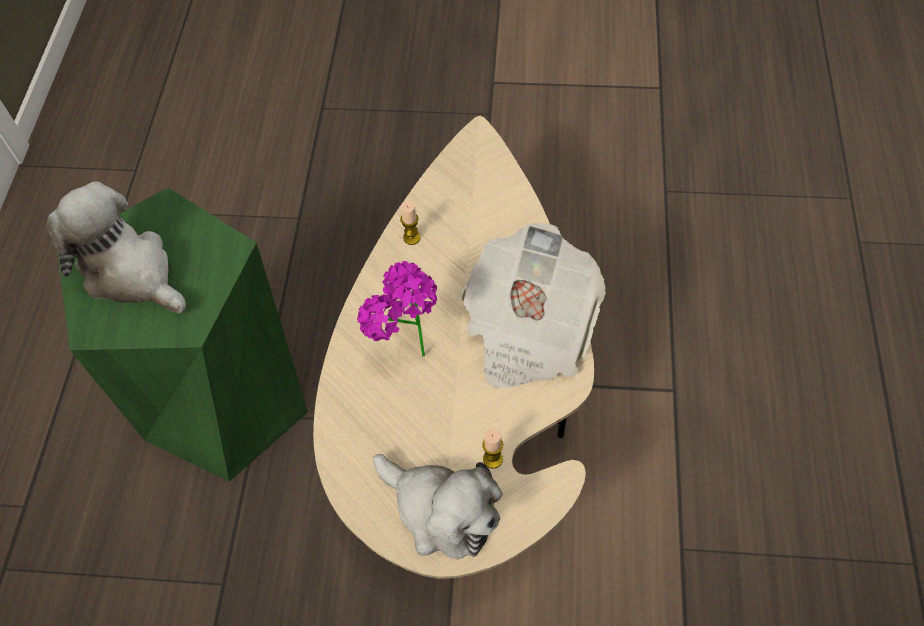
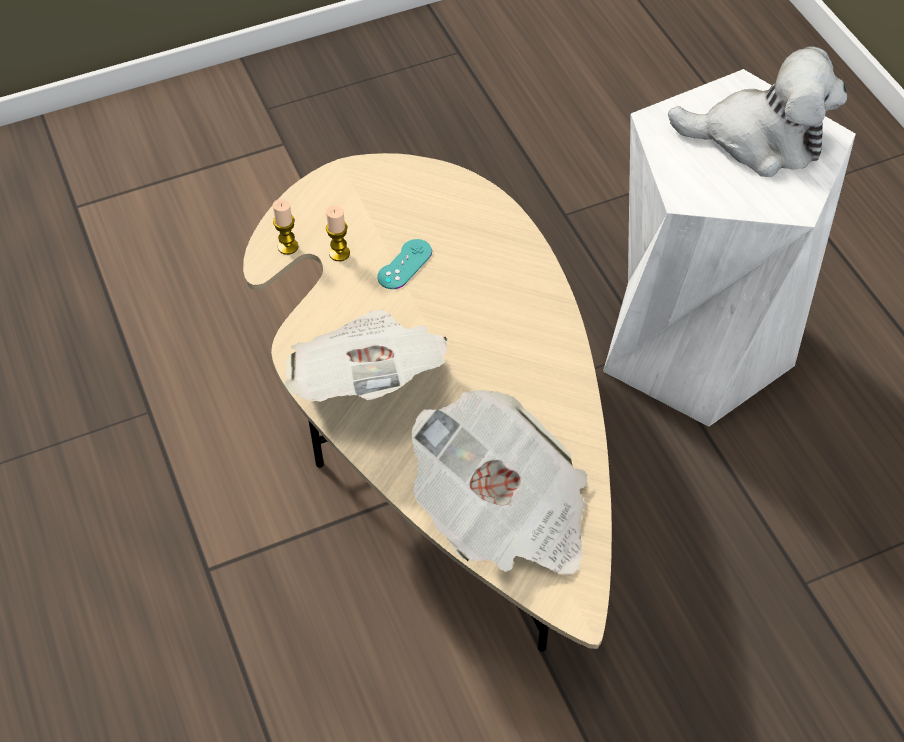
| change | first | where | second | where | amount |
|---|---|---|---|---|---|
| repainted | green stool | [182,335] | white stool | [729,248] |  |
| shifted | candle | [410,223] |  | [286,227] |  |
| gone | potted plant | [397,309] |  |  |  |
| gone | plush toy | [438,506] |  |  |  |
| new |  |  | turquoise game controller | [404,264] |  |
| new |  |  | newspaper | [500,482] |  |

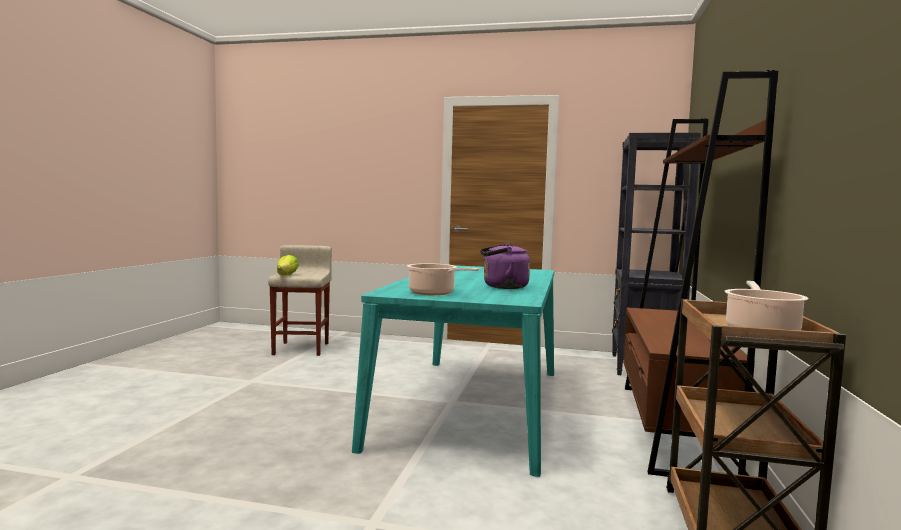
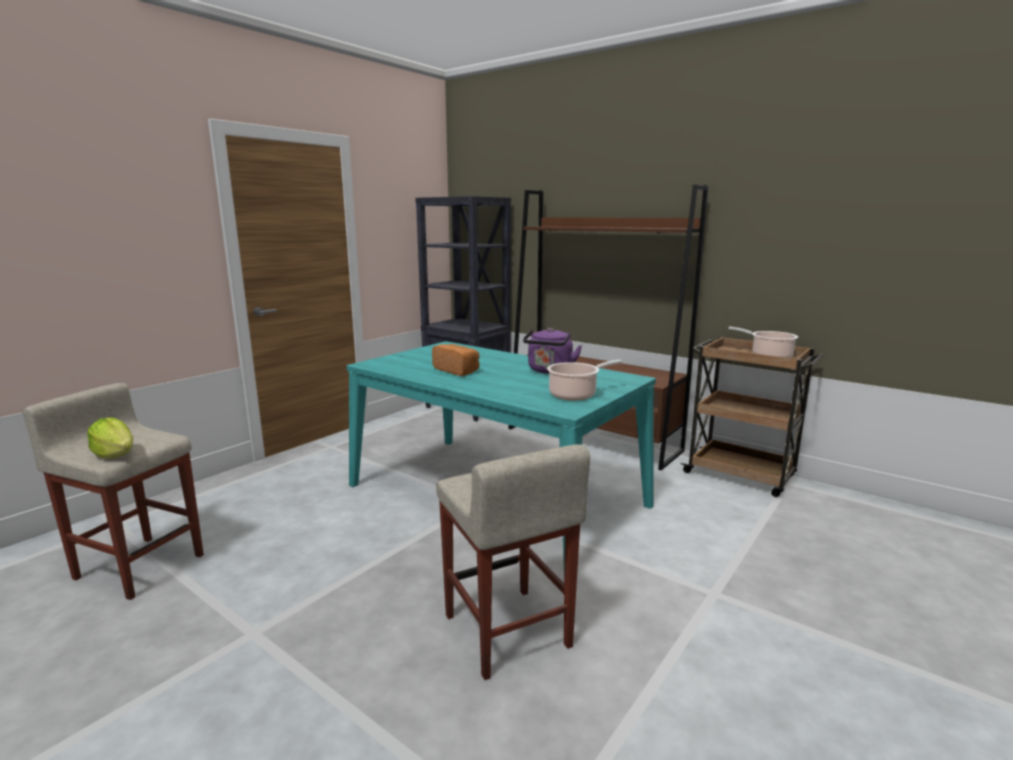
| change | first | where | second | where | amount |
|---|---|---|---|---|---|
| new |  |  | bread | [456,360] |  |
| new |  |  | beige stool | [513,562] |  |

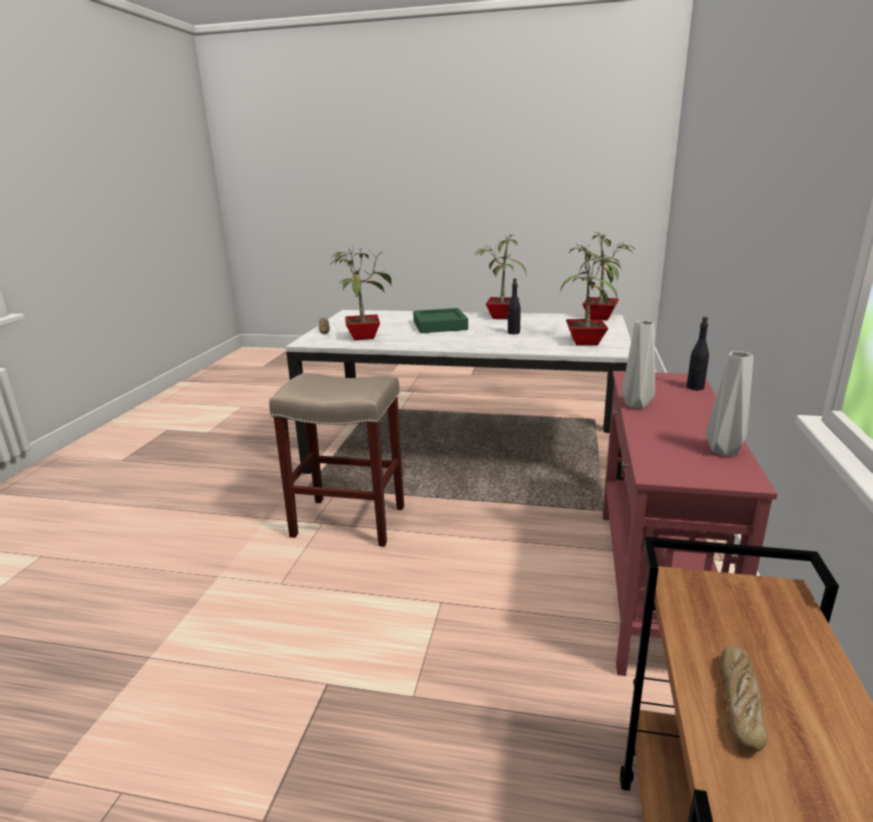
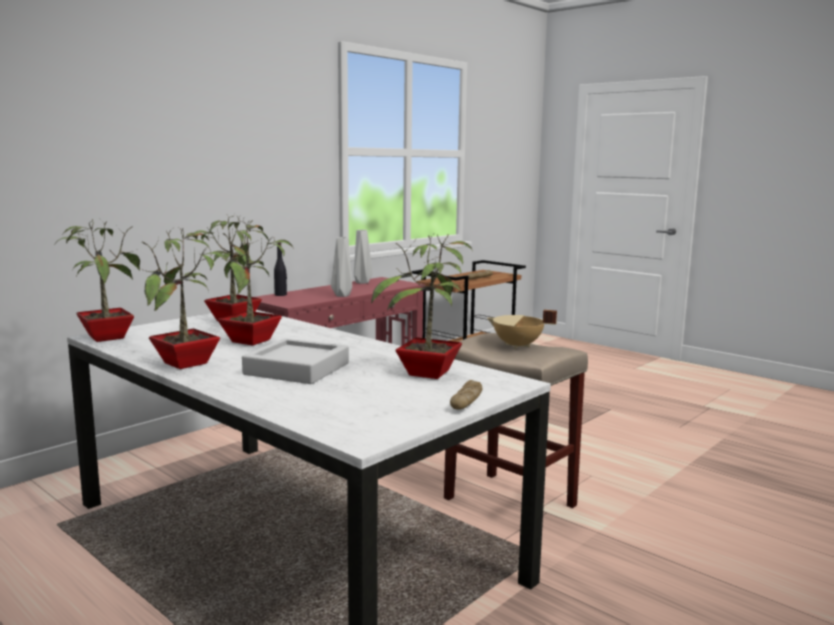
| change | first | where | second | where | amount |
|---|---|---|---|---|---|
| swapped | black bottle | [514,306] | potted plant | [256,283] |  |
| repainted | green tray | [440,320] | grey tray | [295,361] |  |
| new |  |  | beige cooking pot | [522,329] |  |

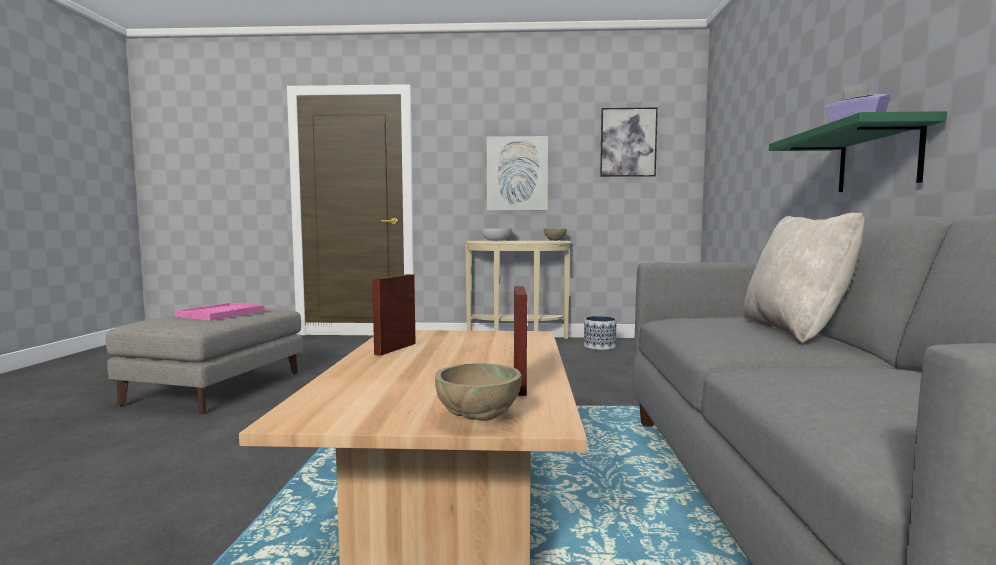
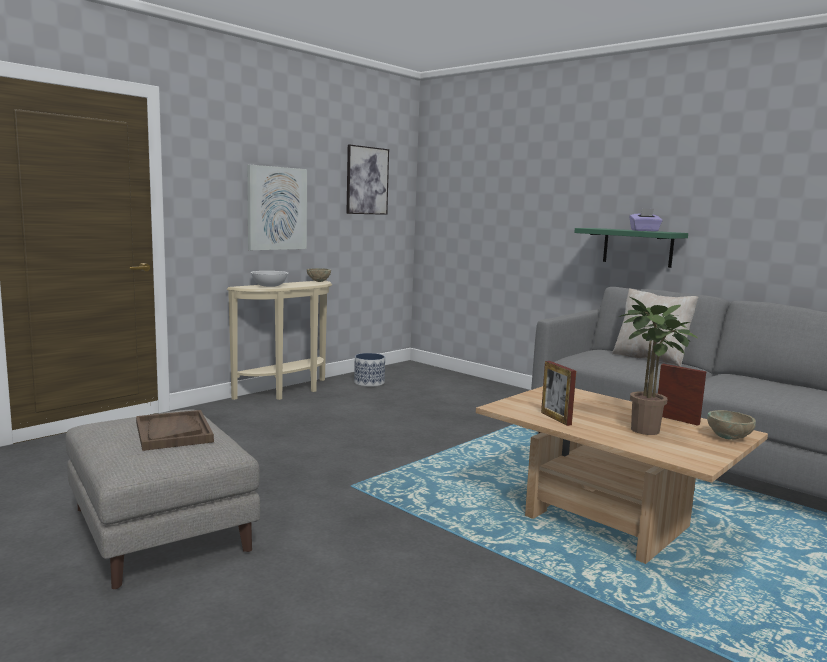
| change | first | where | second | where | amount |
|---|---|---|---|---|---|
| repainted | pink tray | [220,312] | brown tray | [175,430] |  |
| new |  |  | potted plant | [658,366] |  |

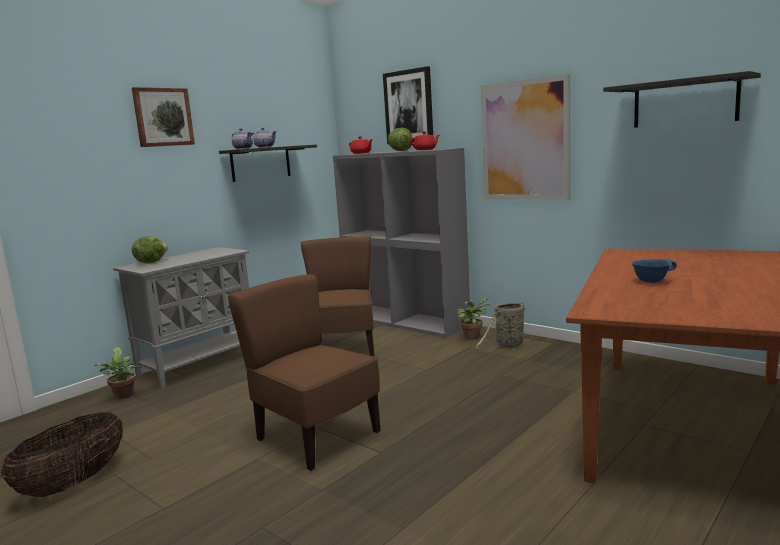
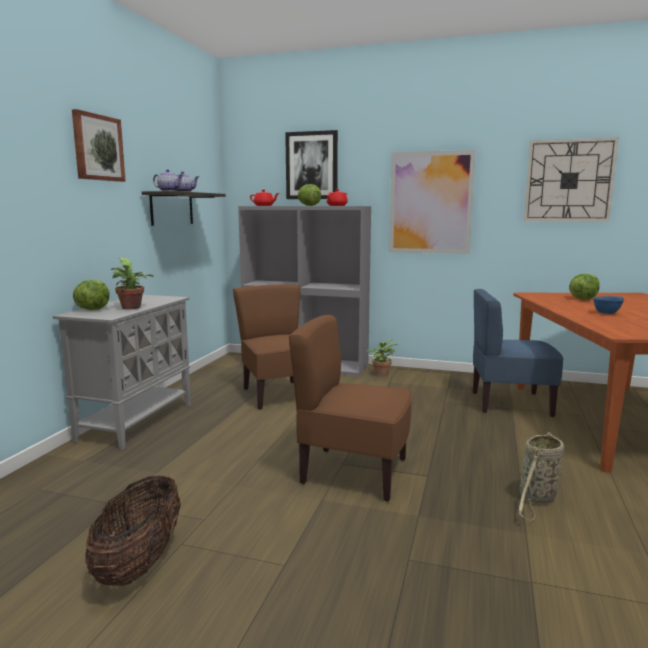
| change | first | where | second | where | amount |
|---|---|---|---|---|---|
| swapped | shelf | [682,99] | wall clock | [571,179] |  |
| shifted | basket | [504,327] |  | [541,476] |  |
| shifted | potted plant | [118,373] |  | [132,283] |  |
| new |  |  | lettuce | [584,286] |  |
| new |  |  | blue chair | [518,353] |  |

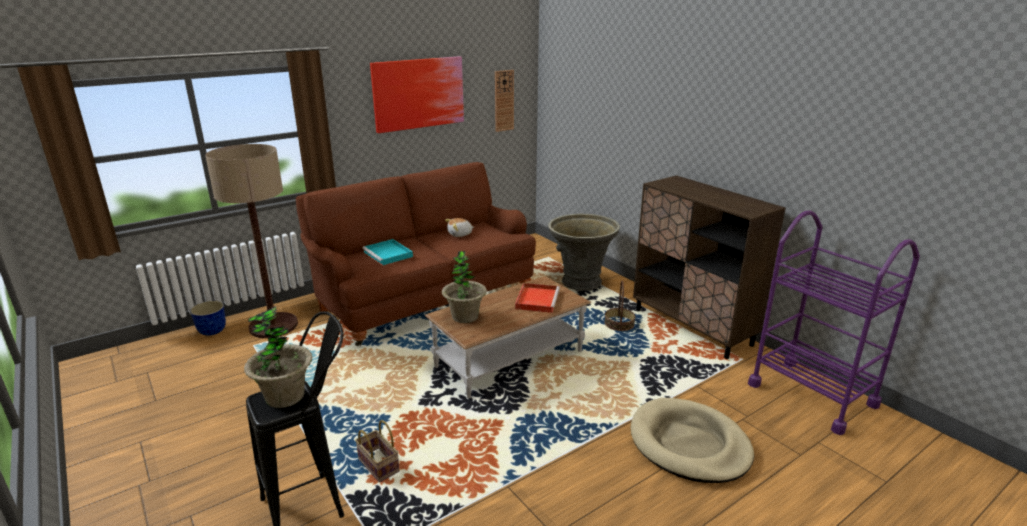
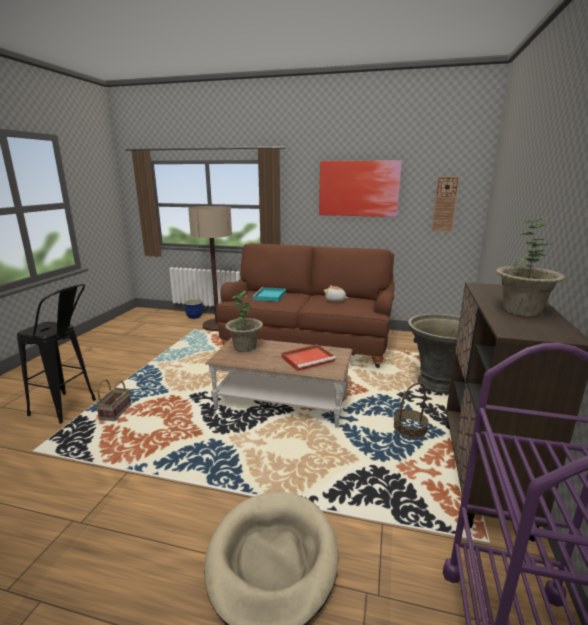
| change | first | where | second | where | amount |
|---|---|---|---|---|---|
| shifted | potted plant | [278,357] |  | [530,267] |  |

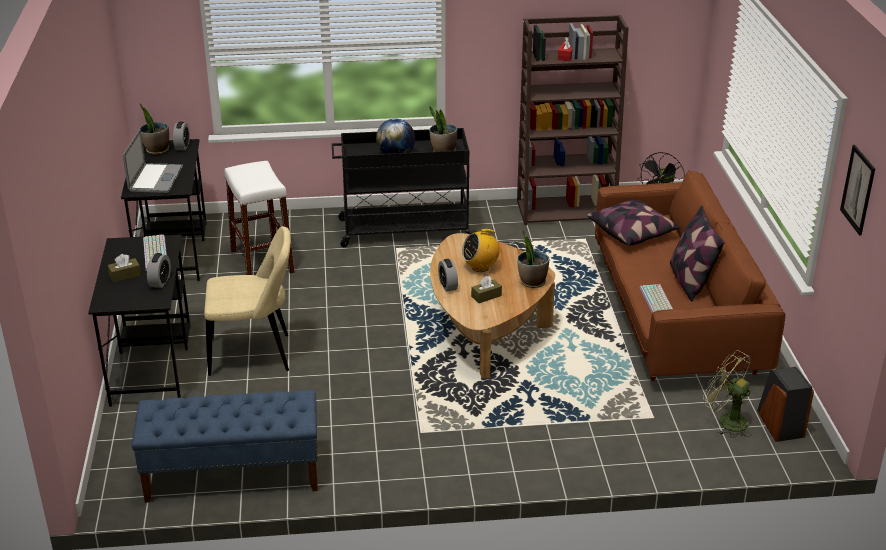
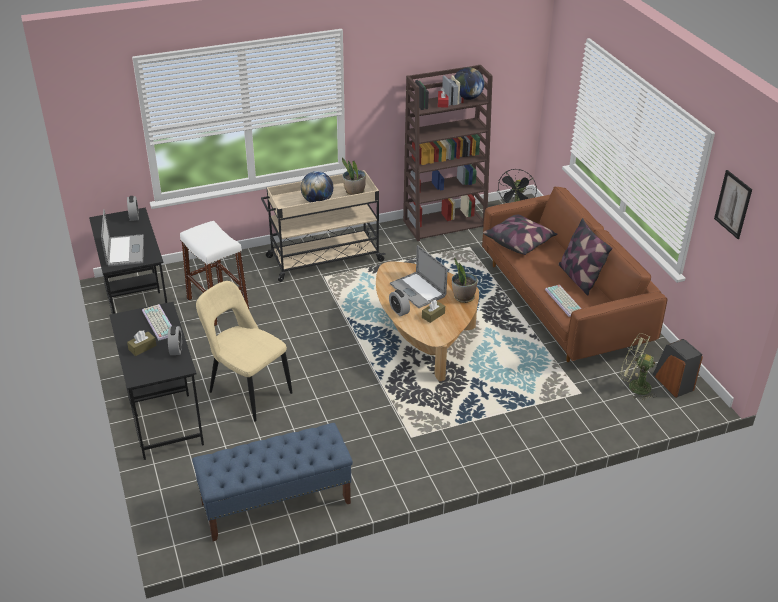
| change | first | where | second | where | amount |
|---|---|---|---|---|---|
| gone | potted plant | [154,129] |  |  |  |
| repainted | black cart | [404,187] | beige cart | [323,226] |  |
| rotated | beige chair | [247,301] |  | [244,351] | 120 degrees counterclockwise |
| swapped | radio | [481,250] | laptop | [419,276] |  |
| new |  |  | globe | [469,83] |  |

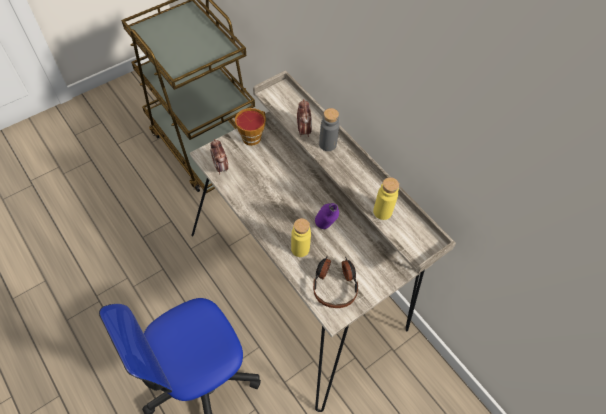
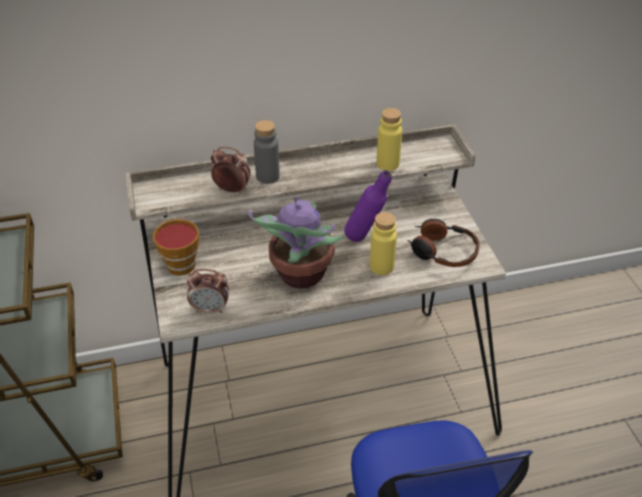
| change | first | where | second | where | amount |
|---|---|---|---|---|---|
| new |  |  | potted plant | [296,243] |  |

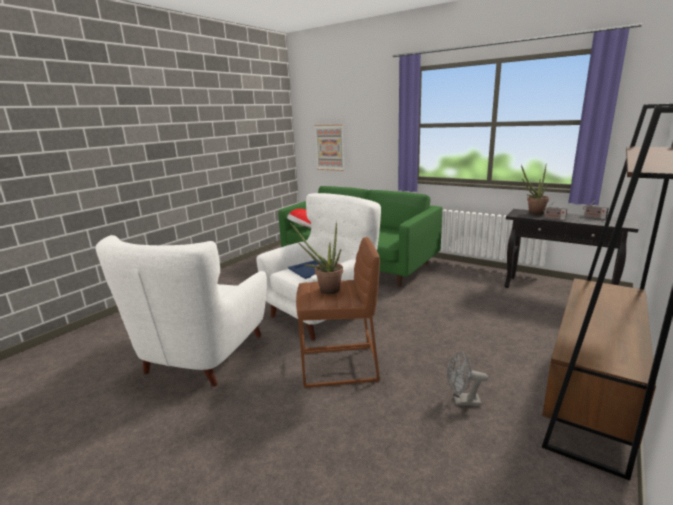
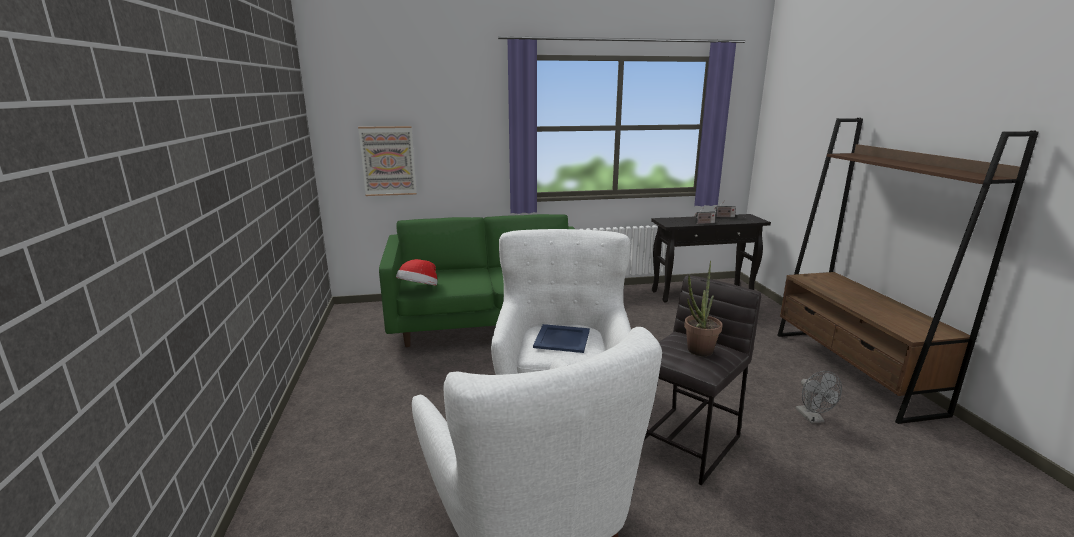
| change | first | where | second | where | amount |
|---|---|---|---|---|---|
| gone | potted plant | [535,190] |  |  |  |
| repainted | brown stool | [338,312] | grey stool | [702,380] |  |
| rotated | grey fan | [467,378] |  | [819,397] | 60 degrees counterclockwise |

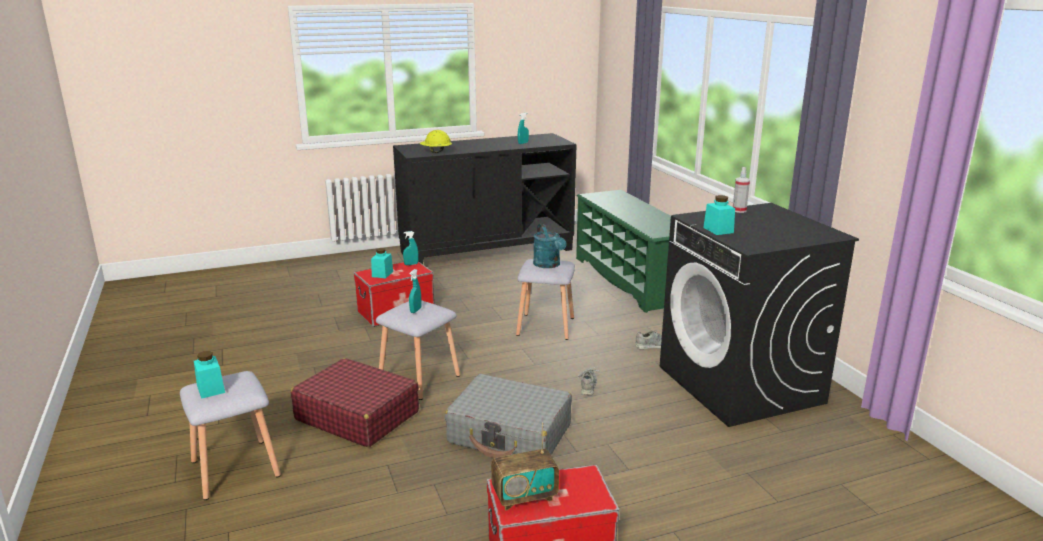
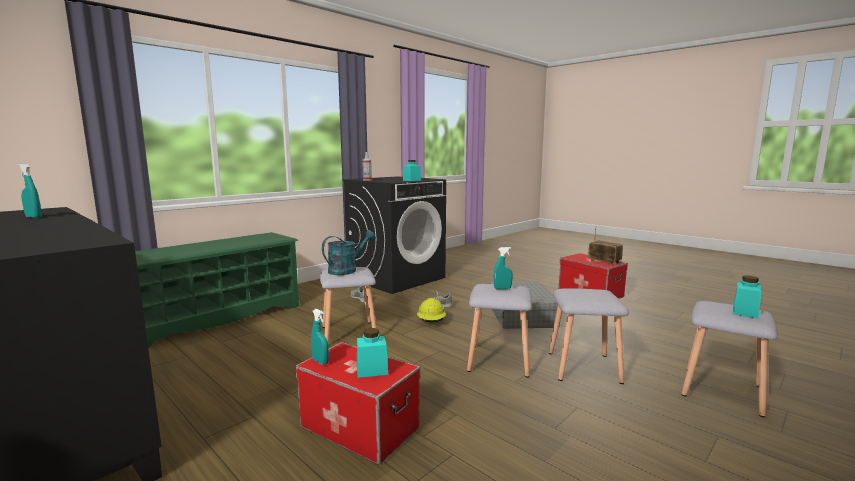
| change | first | where | second | where | amount |
|---|---|---|---|---|---|
| shifted | yellow hard hat | [436,141] |  | [431,310] |  |
| swapped | red suitcase | [355,402] | grey stool | [589,336] |  |

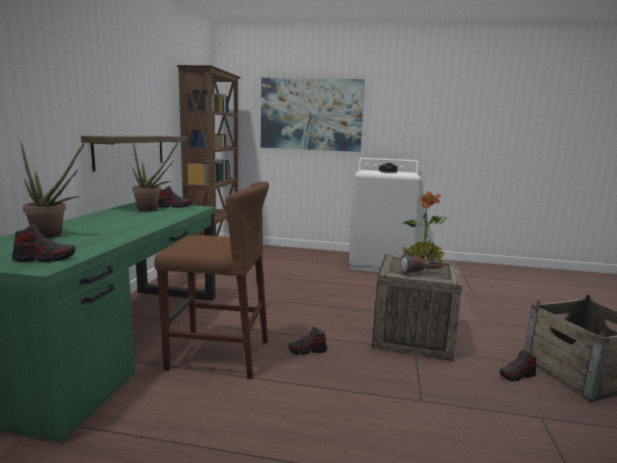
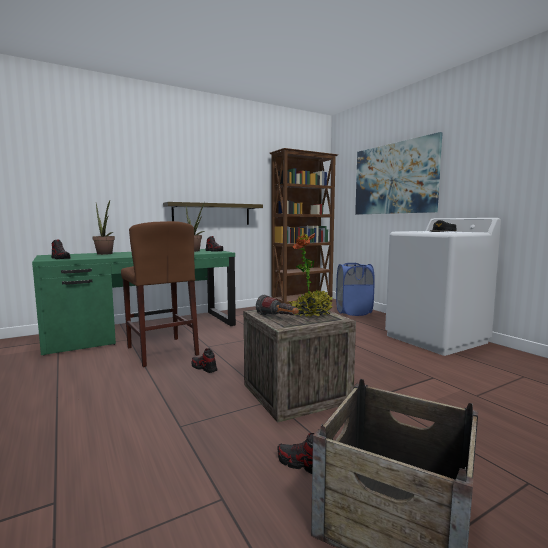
| change | first | where | second | where | amount |
|---|---|---|---|---|---|
| new |  |  | blue laundry basket | [355,289] |  |

